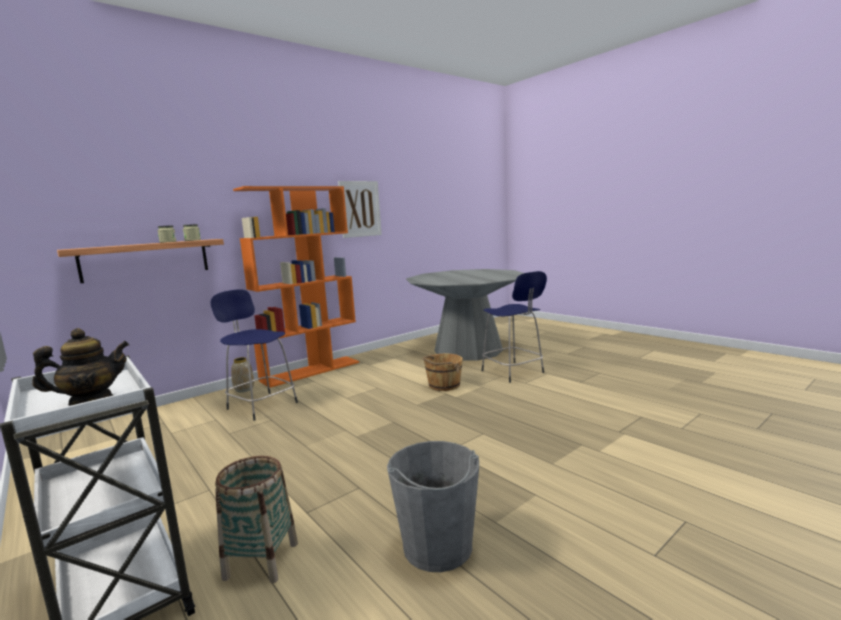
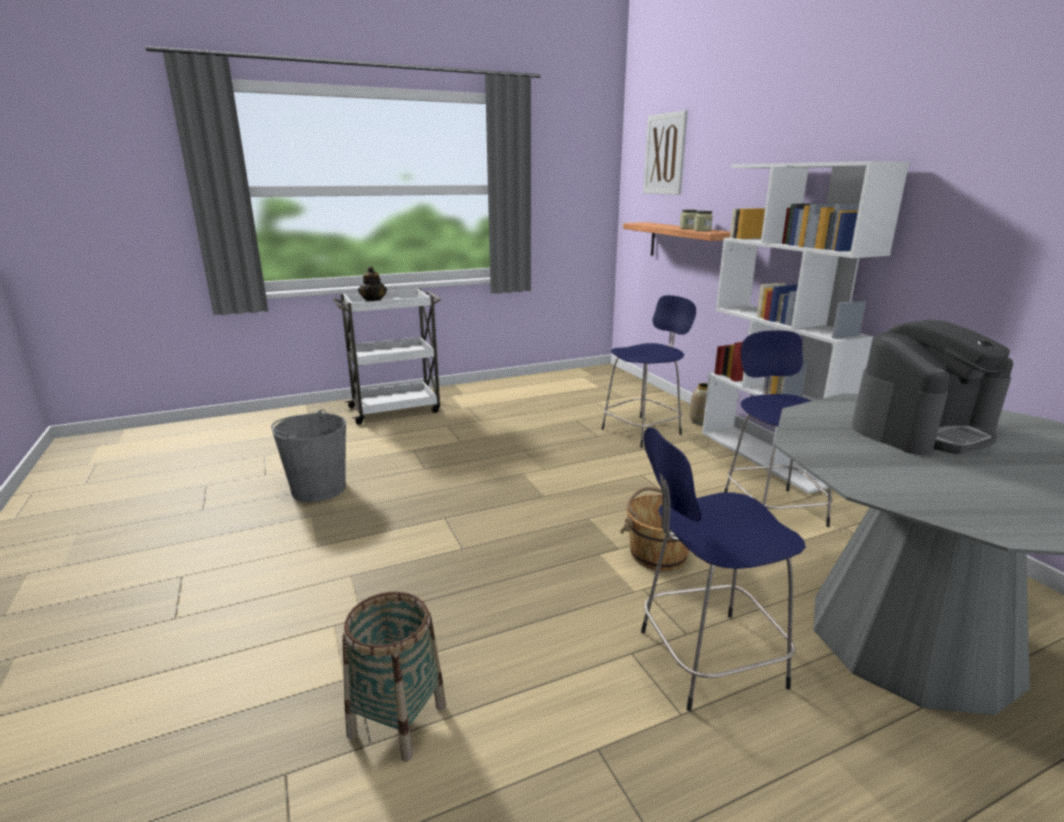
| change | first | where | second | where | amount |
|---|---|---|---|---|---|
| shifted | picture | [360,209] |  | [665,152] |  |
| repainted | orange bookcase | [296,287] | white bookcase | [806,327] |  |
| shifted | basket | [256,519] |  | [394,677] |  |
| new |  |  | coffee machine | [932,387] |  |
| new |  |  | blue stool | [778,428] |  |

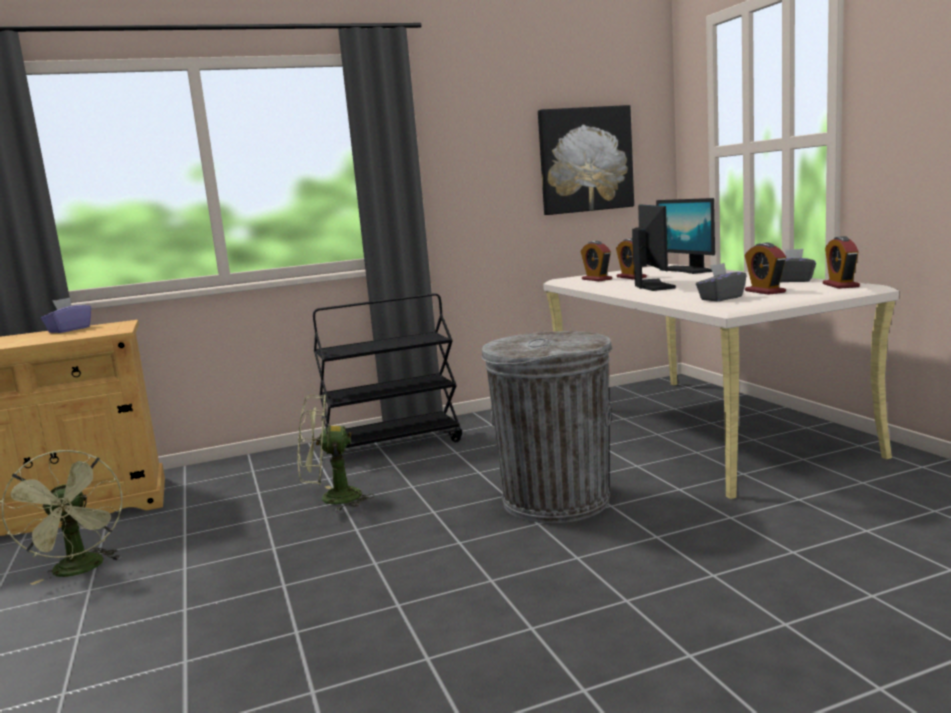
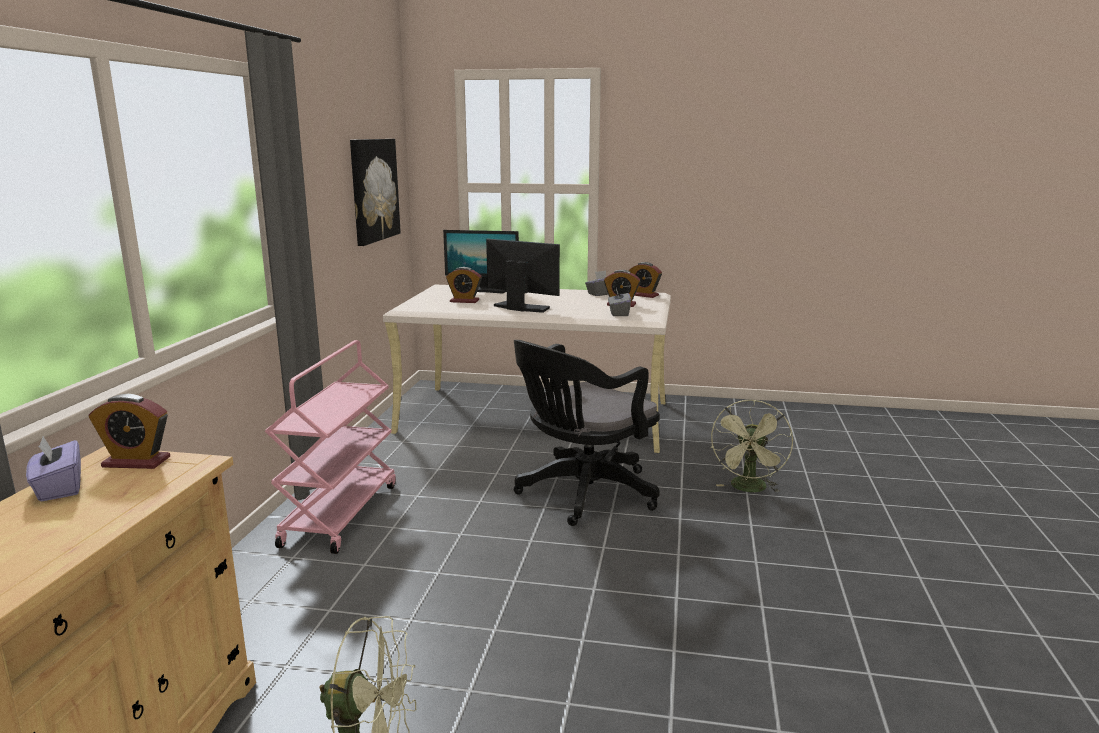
| change | first | where | second | where | amount |
|---|---|---|---|---|---|
| shifted | alarm clock | [596,261] |  | [129,431] |  |
| repainted | black cart | [387,378] | pink cart | [330,447] |  |
| swapped | grey trash can | [547,427] | black office chair | [587,433] |  |
| shifted | green fan | [336,452] |  | [751,446] |  |

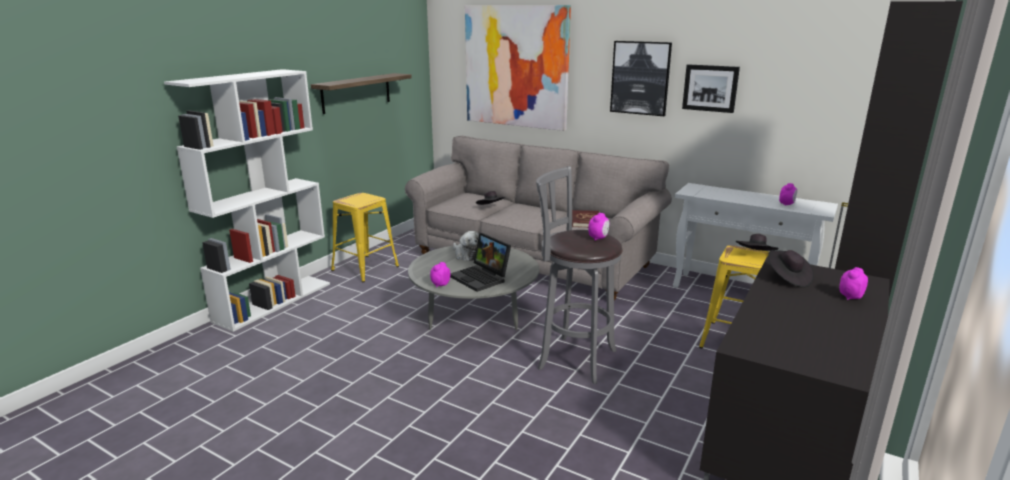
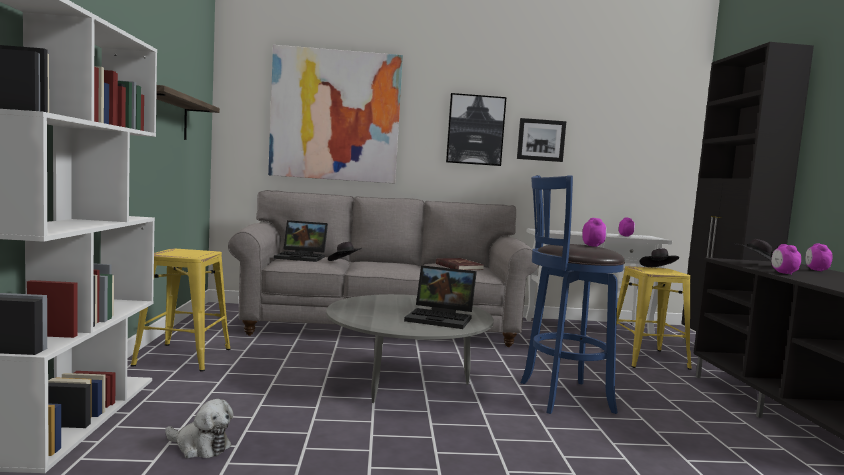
| change | first | where | second | where | amount |
|---|---|---|---|---|---|
| repainted | grey stool | [579,275] | blue stool | [572,294] |  |
| shifted | plush toy | [466,246] |  | [199,428] |  |
| shifted | alarm clock | [440,275] |  | [786,259] |  |
| new |  |  | laptop | [301,241] |  |

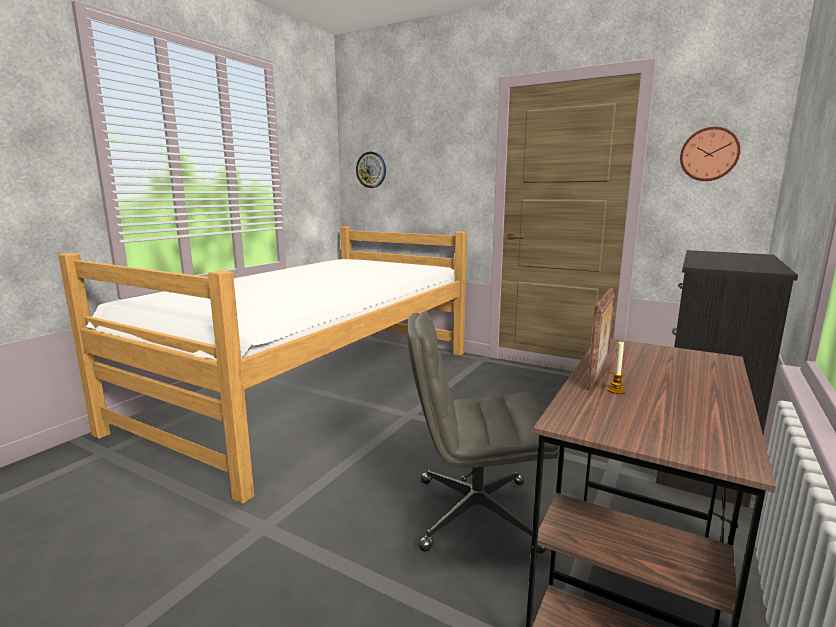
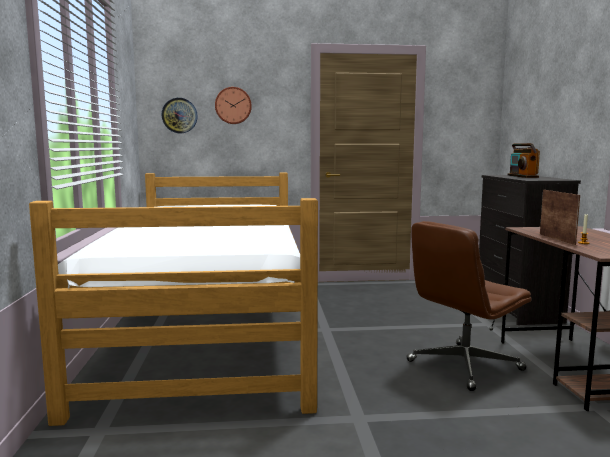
| change | first | where | second | where | amount |
|---|---|---|---|---|---|
| shifted | wall clock | [710,154] |  | [233,105] |  |
| repainted | grey office chair | [483,433] | brown office chair | [469,306] |  |
| new |  |  | radio | [524,160] |  |

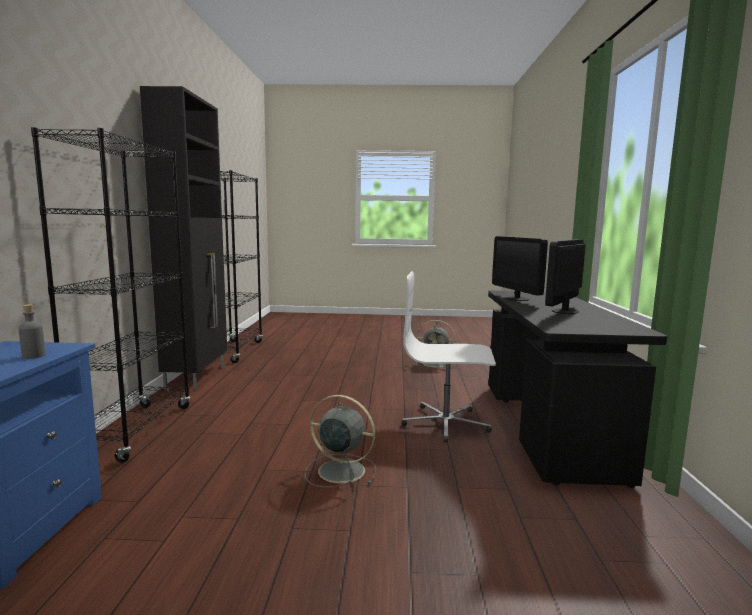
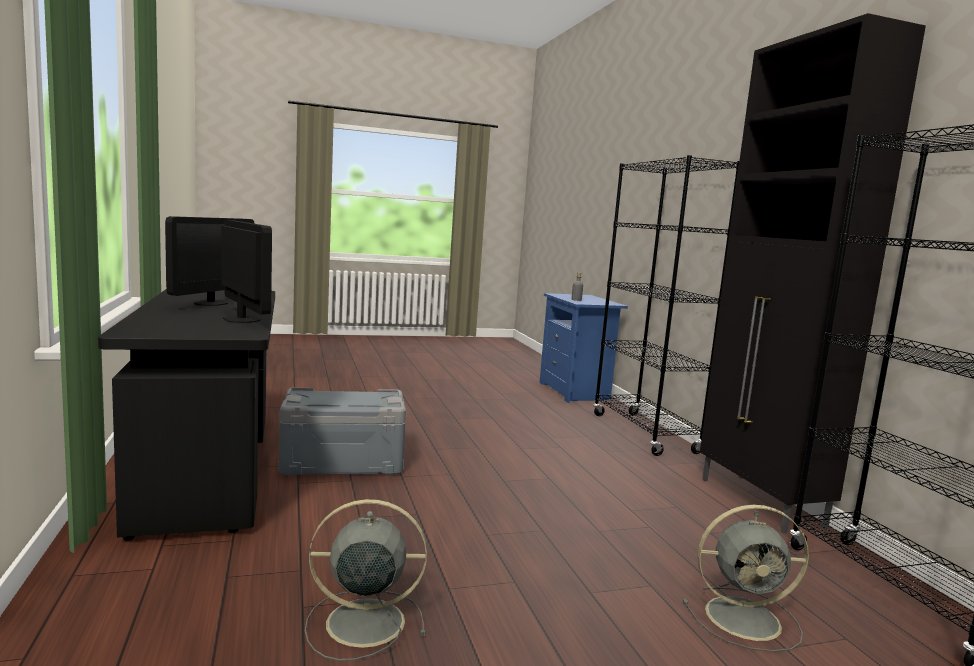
| change | first | where | second | where | amount |
|---|---|---|---|---|---|
| swapped | white office chair | [449,357] | grey storage box | [342,432] |  |
| shifted | grey fan | [340,441] |  | [746,578] |  |

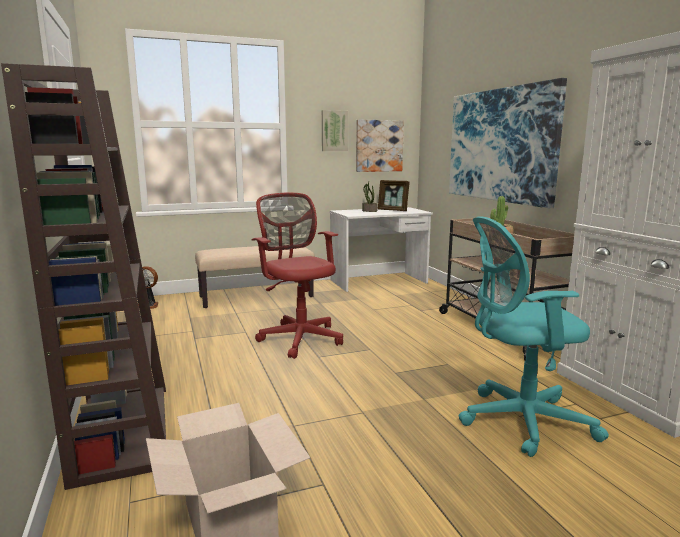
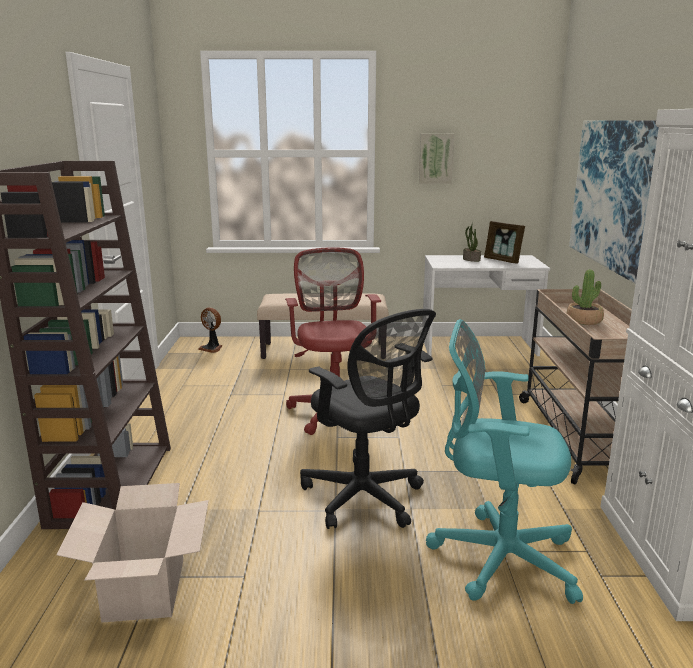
| change | first | where | second | where | amount |
|---|---|---|---|---|---|
| gone | picture | [380,146] |  |  |  |
| new |  |  | black office chair | [368,419] |  |

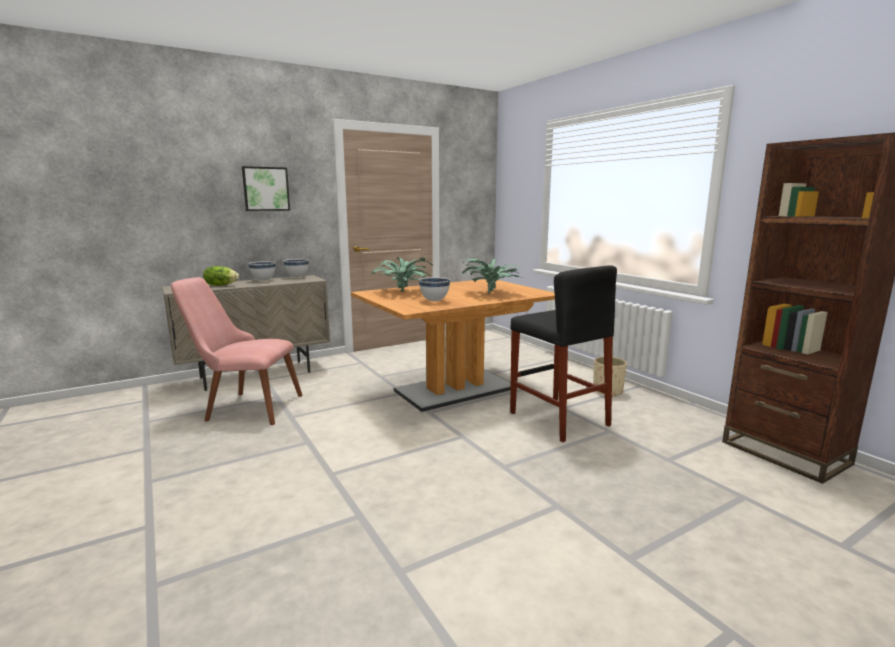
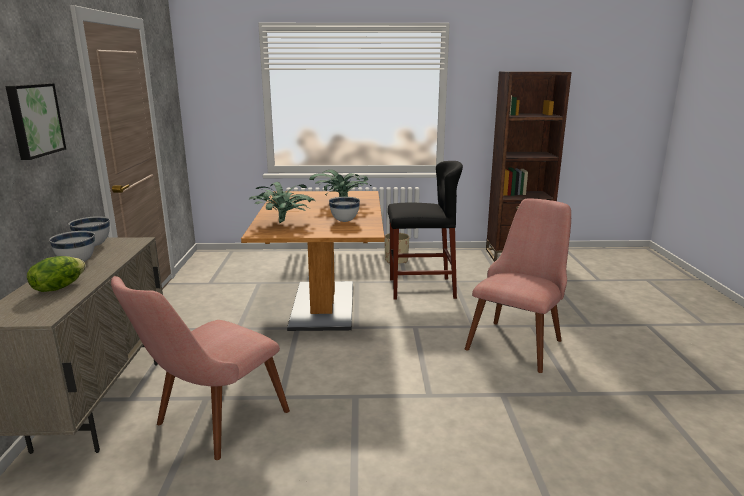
| change | first | where | second | where | amount |
|---|---|---|---|---|---|
| new |  |  | pink chair | [518,285] |  |

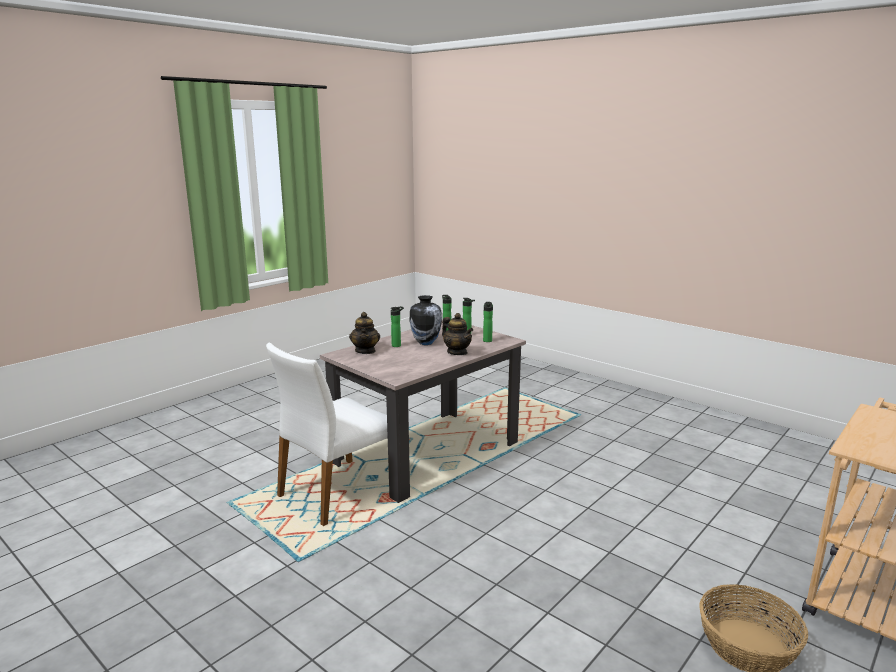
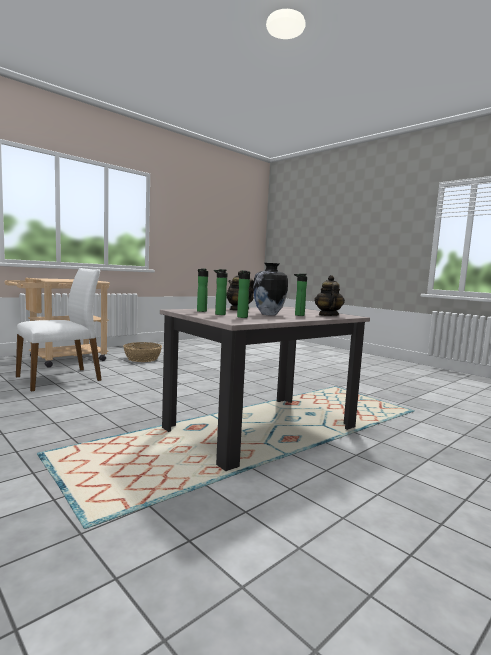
| change | first | where | second | where | amount |
|---|---|---|---|---|---|
| shifted | white chair | [327,434] |  | [59,329] |  |

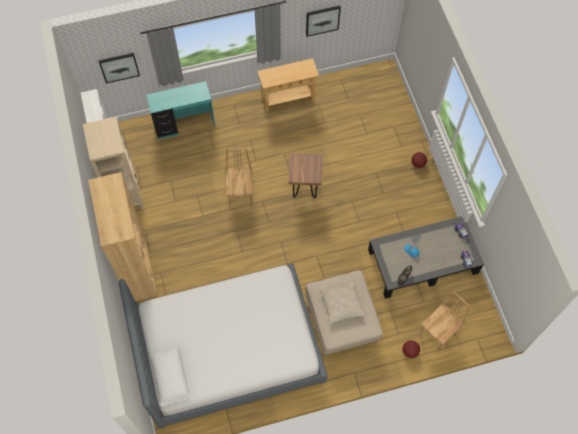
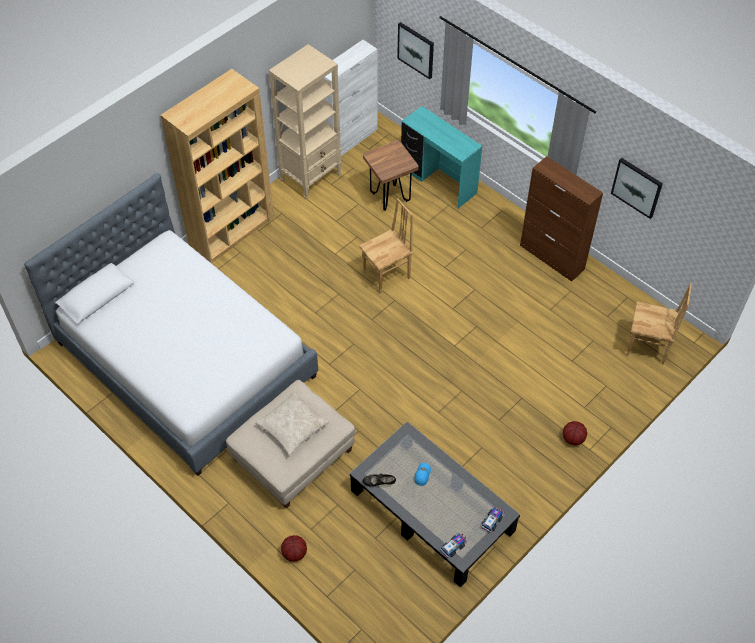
| change | first | where | second | where | amount |
|---|---|---|---|---|---|
| swapped | beige console table | [288,85] | brown cabinet | [561,219] |  |
| shifted | brown stool | [305,176] |  | [391,175] |  |
| shifted | brown chair | [445,321] |  | [659,324] |  |

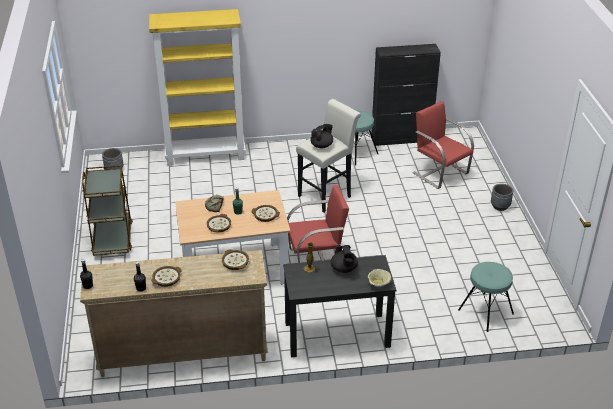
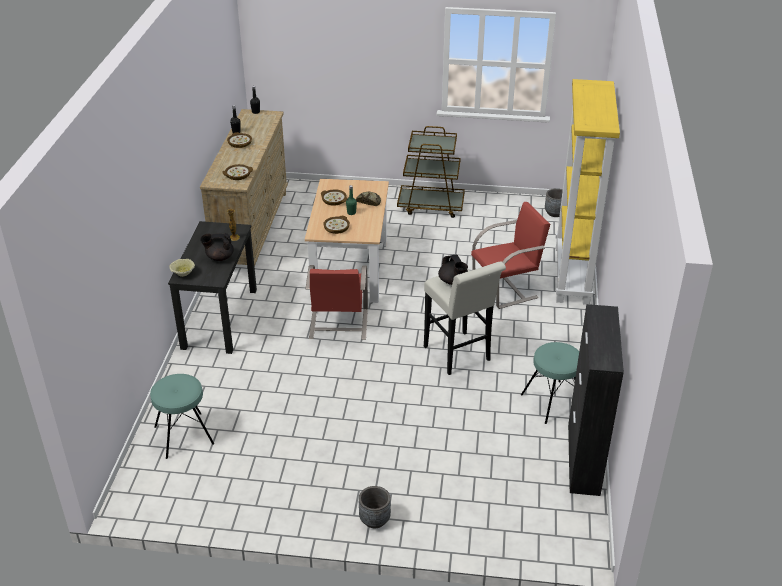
| change | first | where | second | where | amount |
|---|---|---|---|---|---|
| shifted | red chair | [443,145] |  | [510,255] |  |

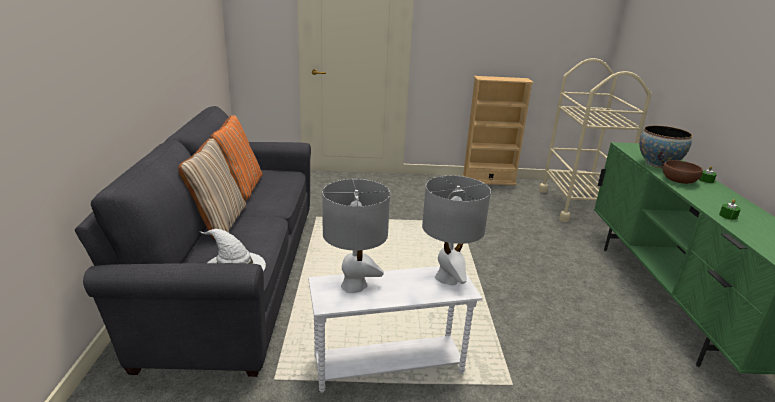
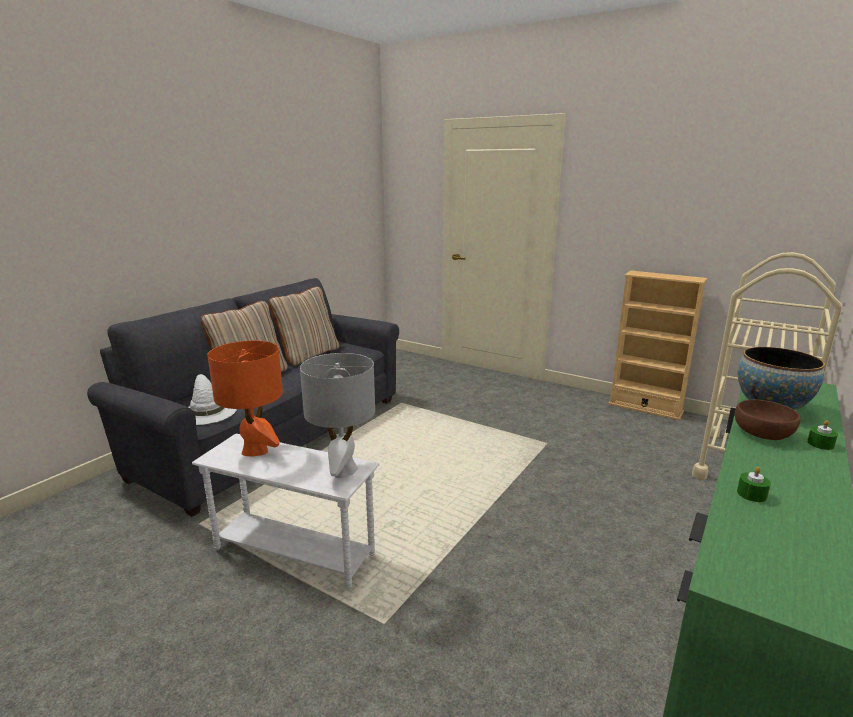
| change | first | where | second | where | amount |
|---|---|---|---|---|---|
| repainted | orange pillow | [236,158] | beige pillow | [304,326] |  |
| repainted | grey table lamp | [356,236] | orange table lamp | [245,399] |  |

